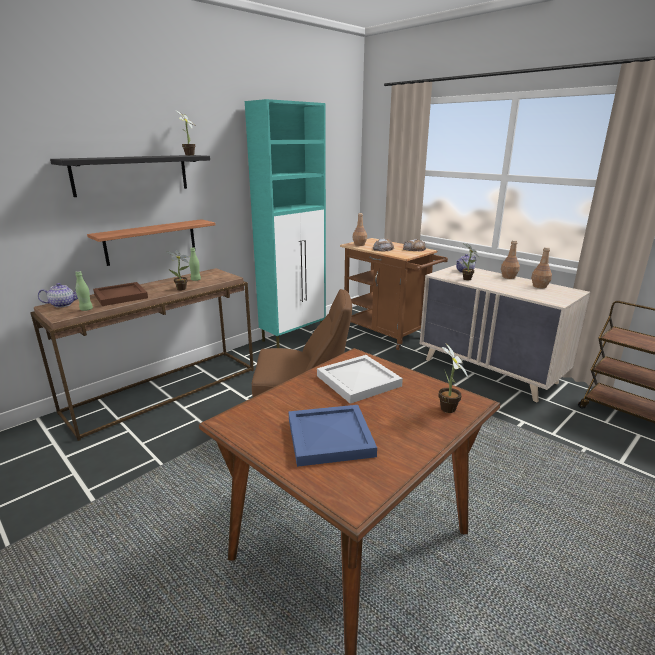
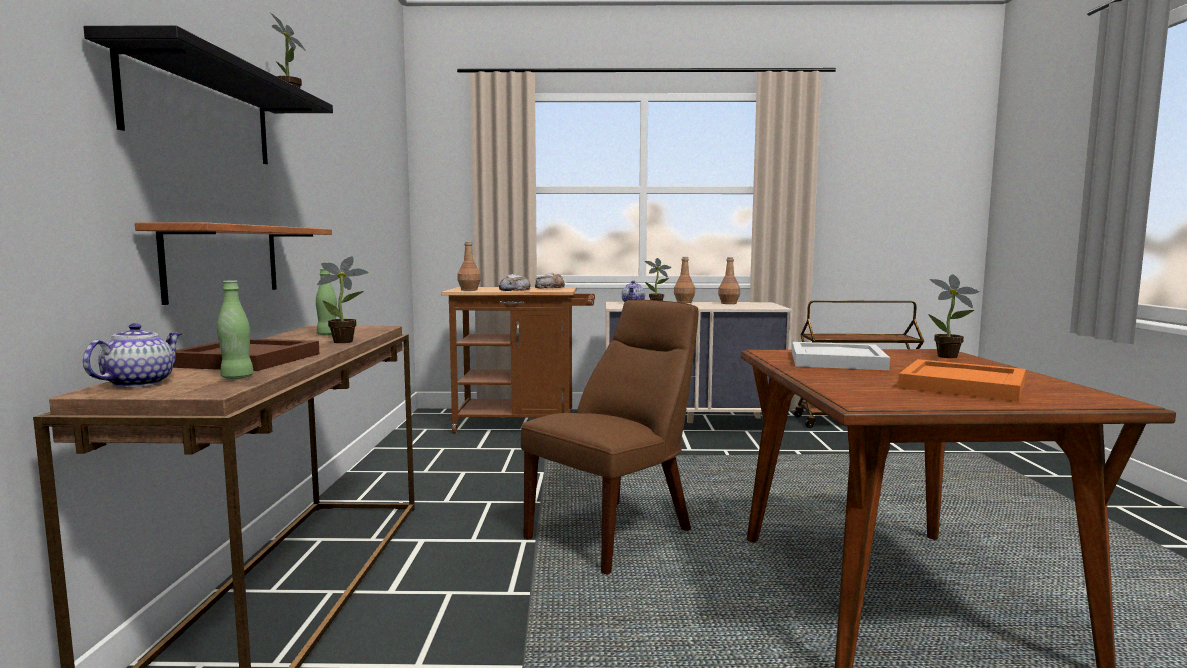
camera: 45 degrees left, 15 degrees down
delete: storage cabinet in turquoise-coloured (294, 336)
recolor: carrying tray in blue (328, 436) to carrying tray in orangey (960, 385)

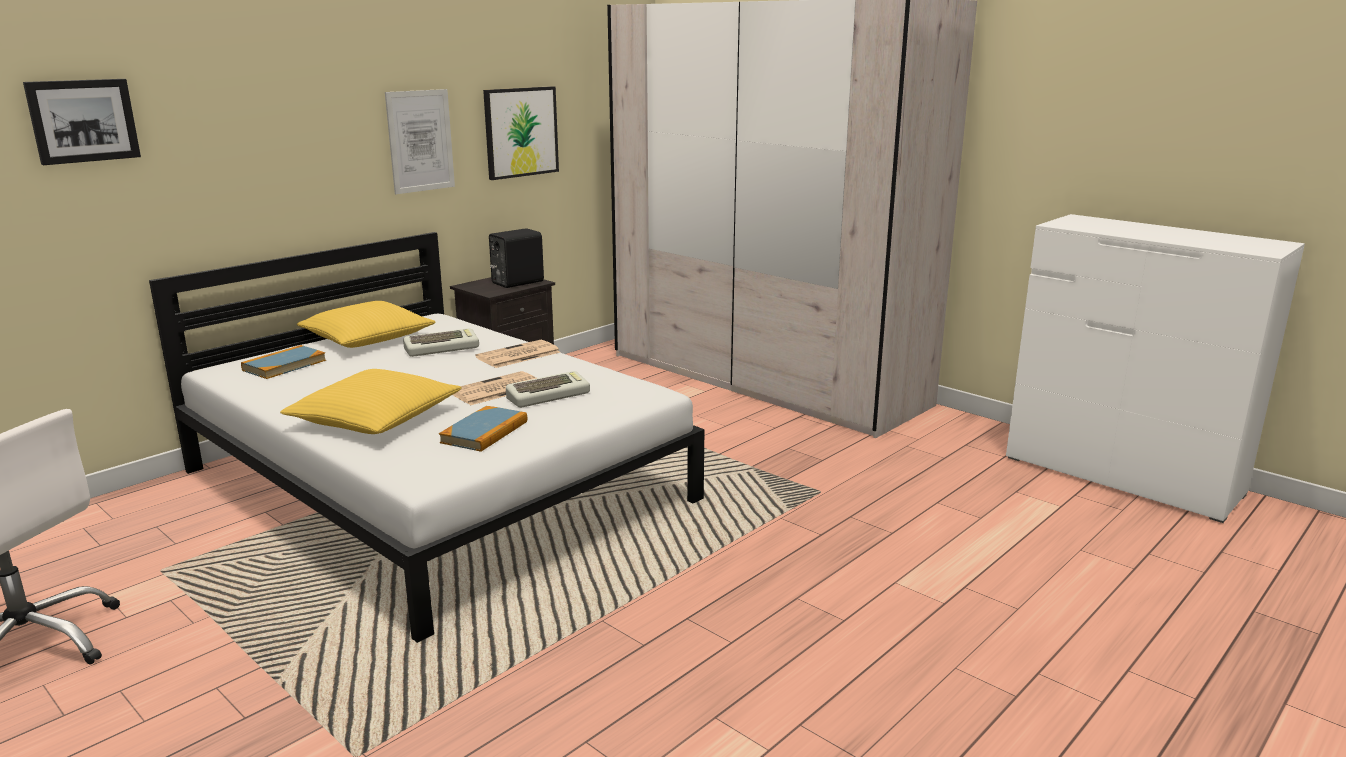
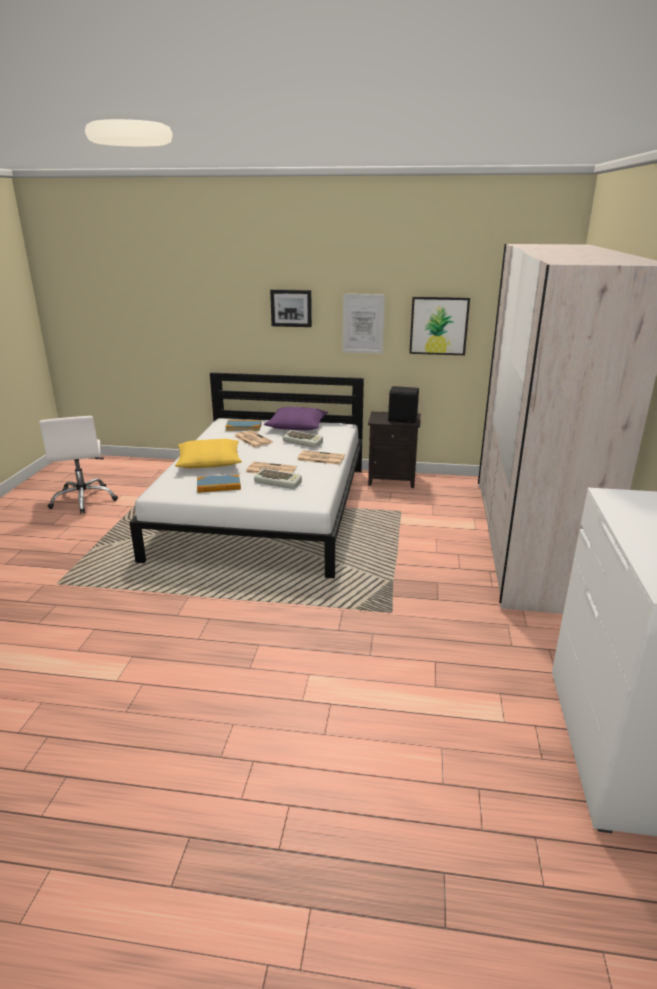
camera: 55 degrees right, 5 degrees up
insert: newspaper (252, 439)
move: picture (83, 120) to (291, 308)
recolor: cushion in yellowish (367, 338) to cushion in purple (296, 426)

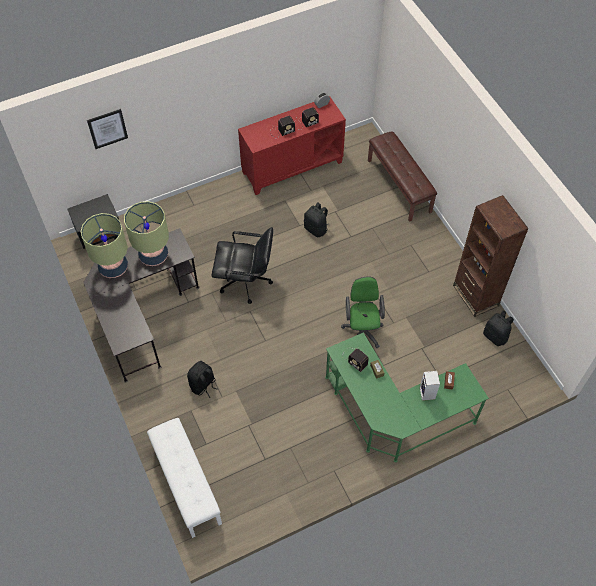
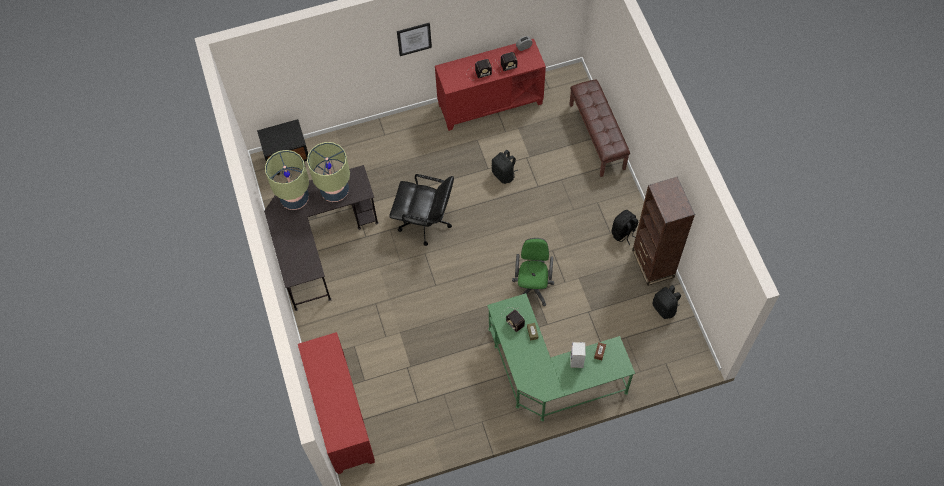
camera: 10 degrees right, 5 degrees up
move: picture (107, 128) to (414, 39); rucksack in black (203, 385) to (623, 233)
replace: bench in white-coloured (186, 484) to storage cabinet in reddish (340, 416)

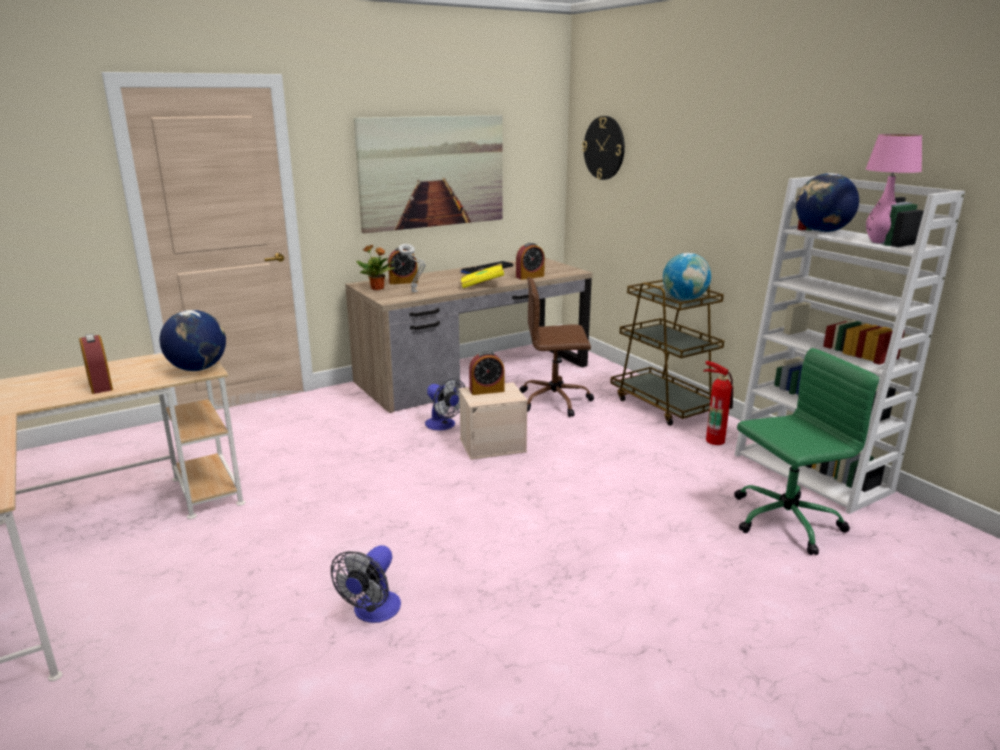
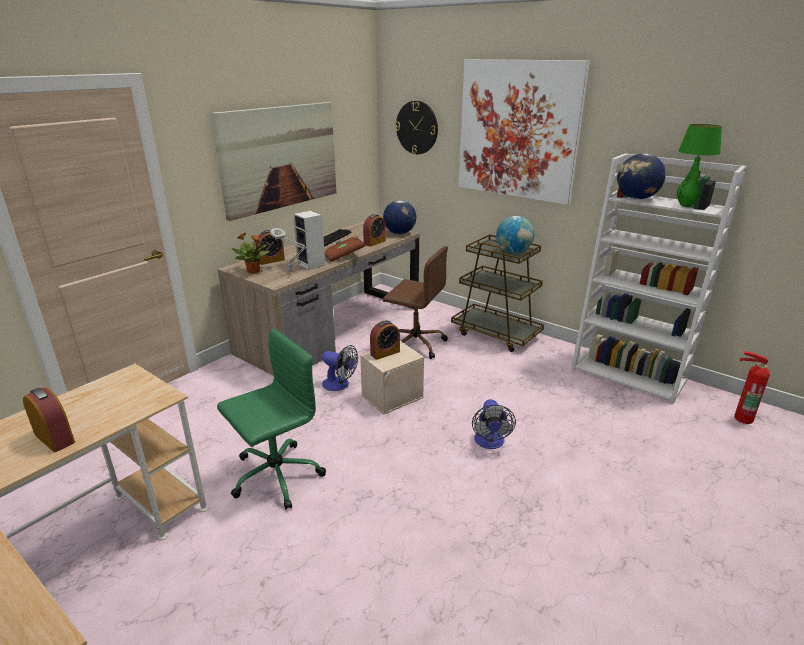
camera: 20 degrees left, 5 degrees up
insert: audio speaker (312, 265); picture (518, 130)
move: desk globe (198, 369) to (399, 233); electric fan (373, 612) to (490, 443); extinguisher (714, 440) to (741, 417); desk chair in green (783, 521) to (275, 476)
recolor: bound book in yellowish (482, 285) to bound book in brown (343, 256); lamp for a table in pinkish (879, 242) to lamp for a table in green (686, 206)
rotate: desk chair in brown (555, 401) = (414, 344) 135 degrees counterclockwise

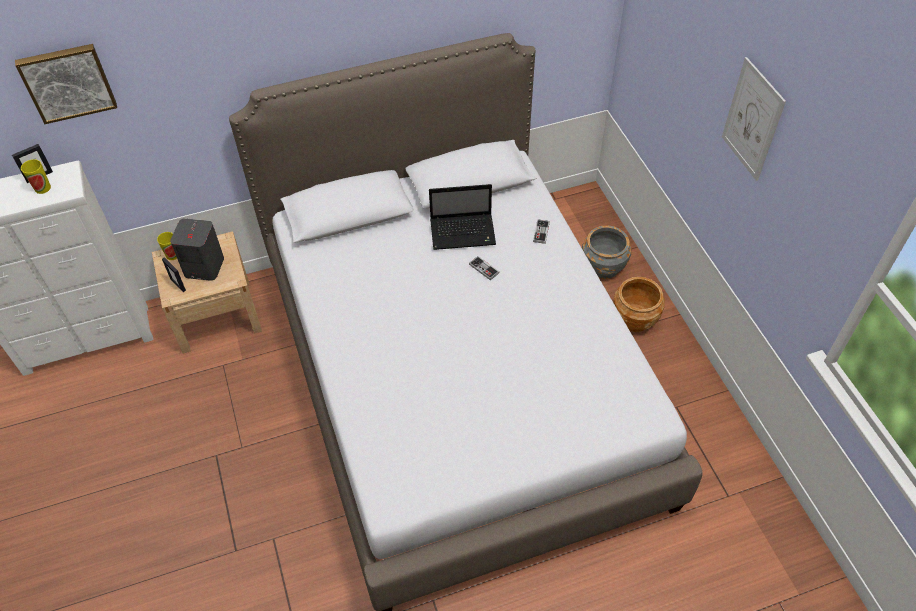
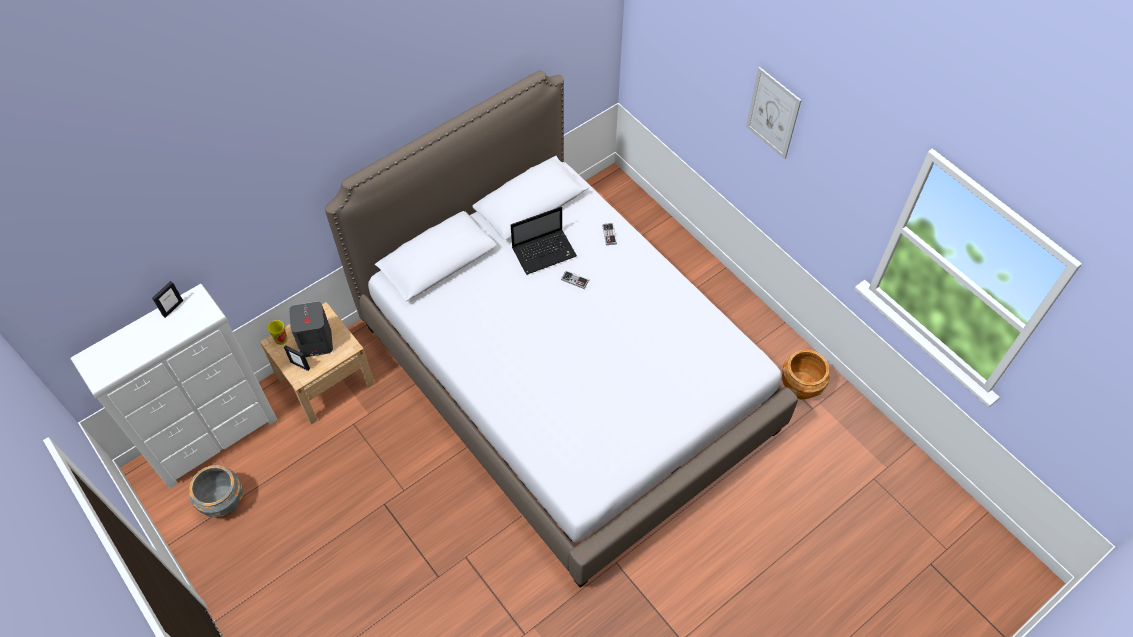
camera: 20 degrees left, 5 degrees up
delete: picture (67, 82); cup (42, 188)
move: flower pot in greyish (603, 266) to (223, 501); flower pot in brown (634, 319) to (800, 386)

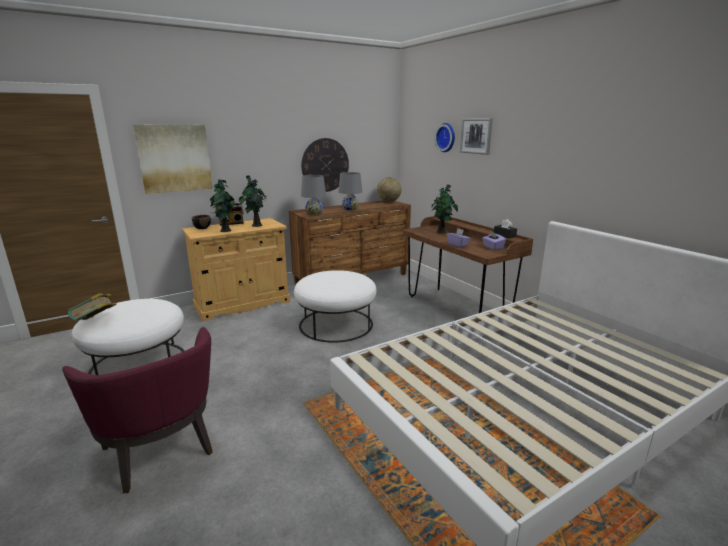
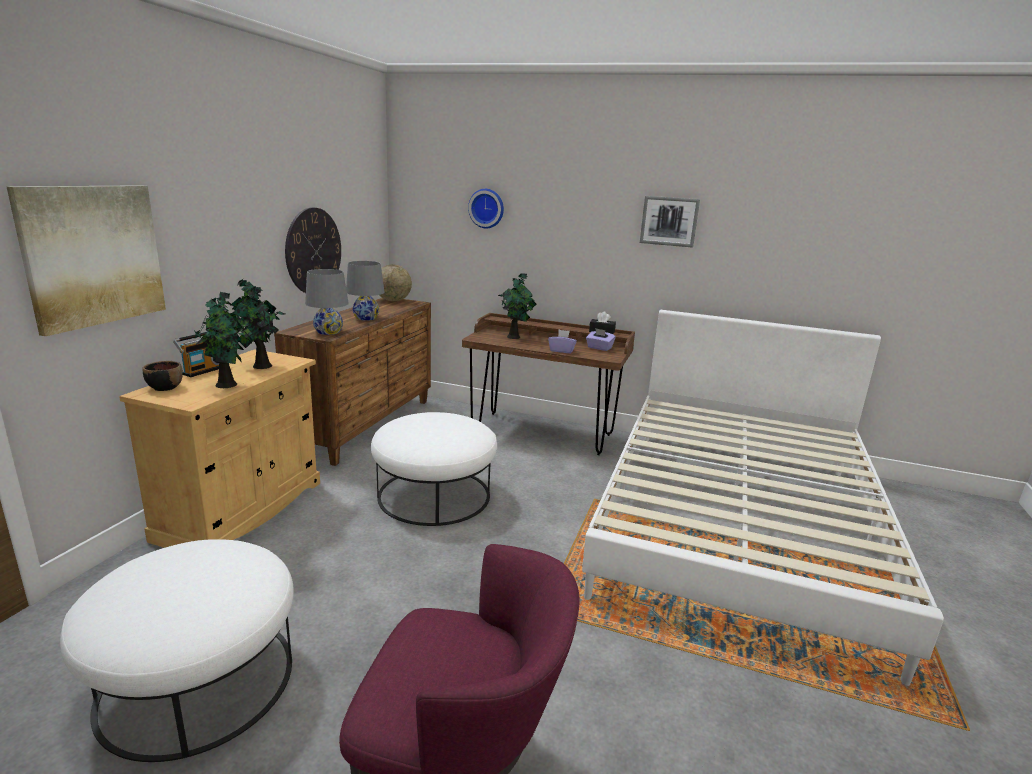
camera: 40 degrees left, 0 degrees up
delete: bound book (96, 322)
move: picture (476, 136) to (669, 221)

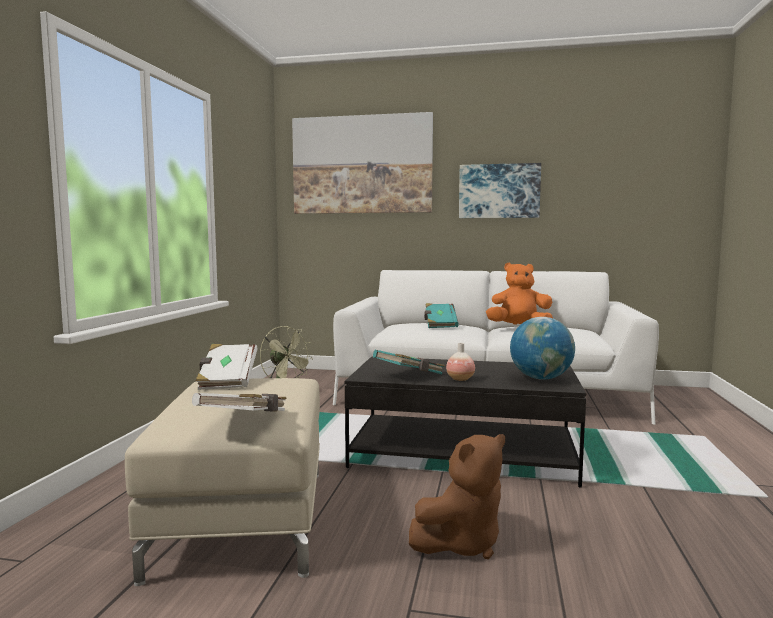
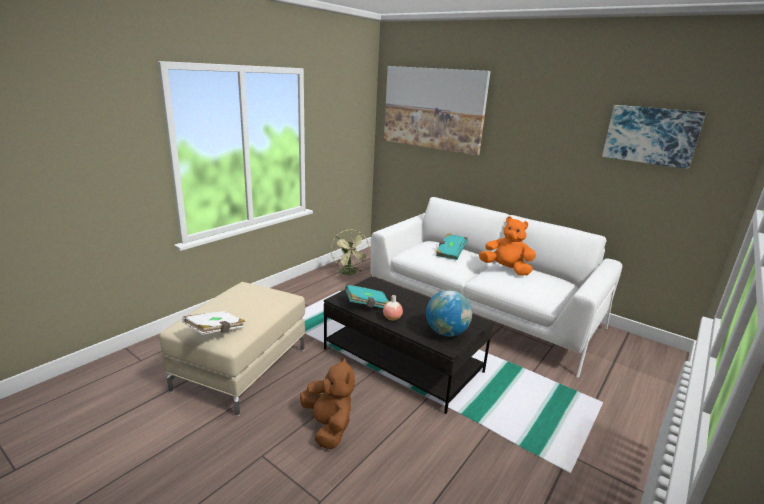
camera: 25 degrees right, 15 degrees up
delete: bound book in white-coloured (227, 381)
move: picture (499, 191) to (651, 135)
rotate: cuddly toy in brown (461, 543) = (328, 426) 105 degrees counterclockwise

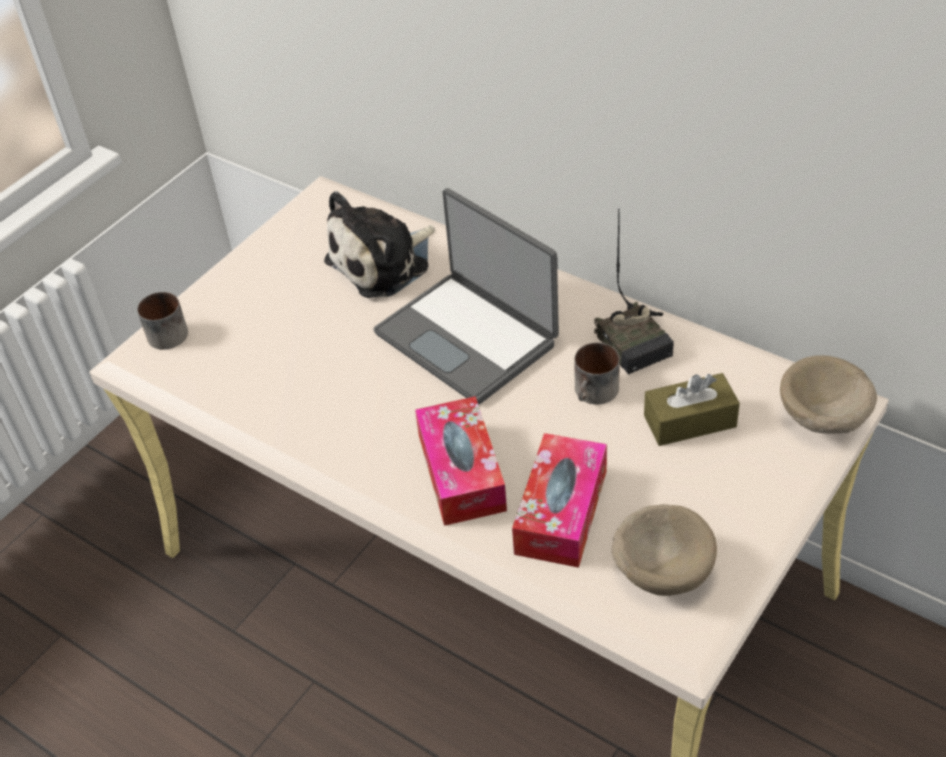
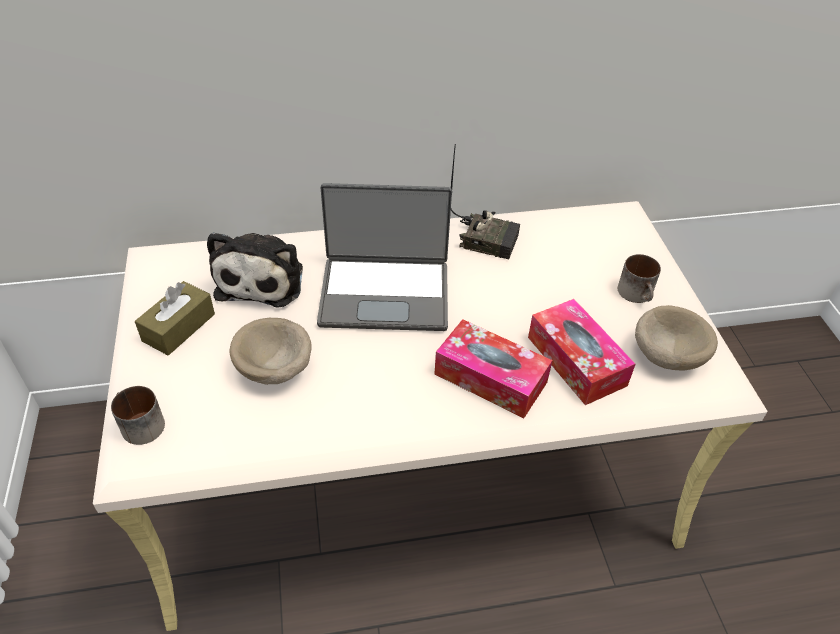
camera: 50 degrees left, 0 degrees up
move: coffee mug (595, 393) to (638, 294); tissue holder in brown (689, 421) to (179, 327); serving bowl in beige-coloured (822, 418) to (275, 370)

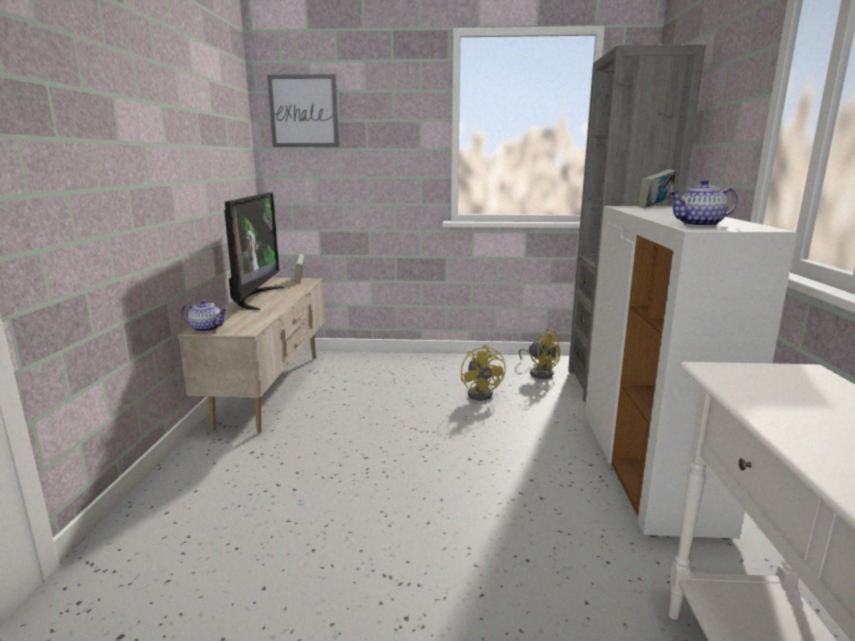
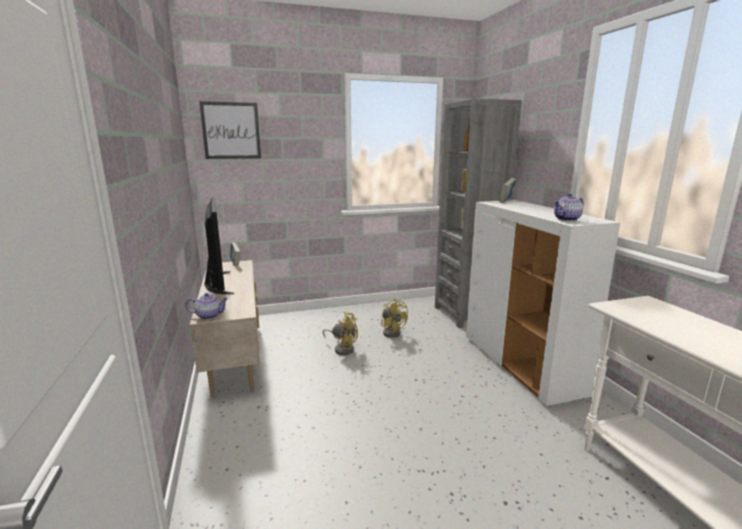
camera: 20 degrees left, 0 degrees up
move: electric fan in yellowish (540, 372) to (342, 348)

